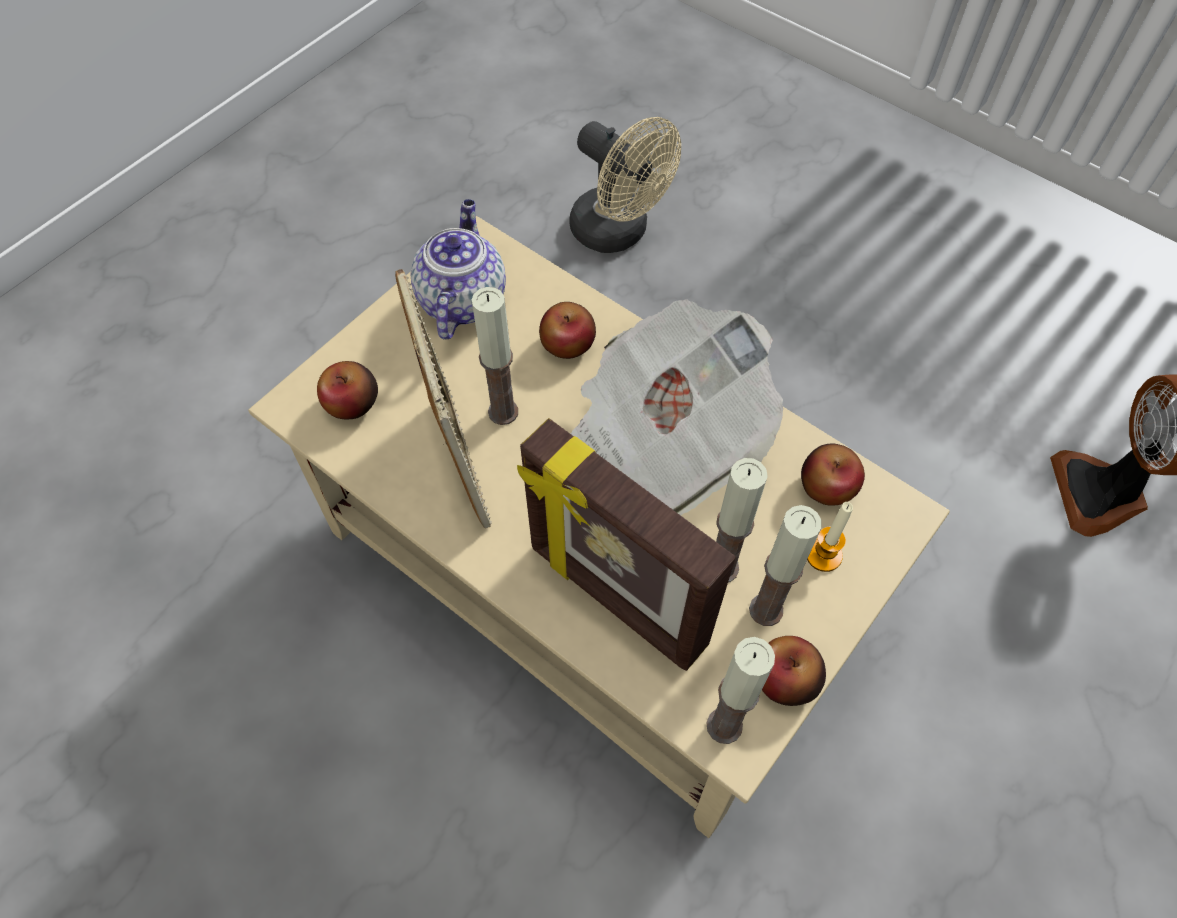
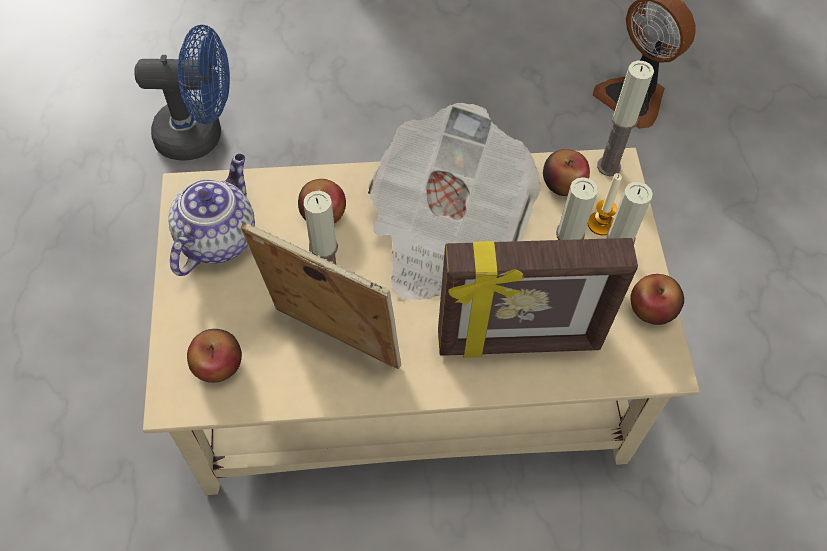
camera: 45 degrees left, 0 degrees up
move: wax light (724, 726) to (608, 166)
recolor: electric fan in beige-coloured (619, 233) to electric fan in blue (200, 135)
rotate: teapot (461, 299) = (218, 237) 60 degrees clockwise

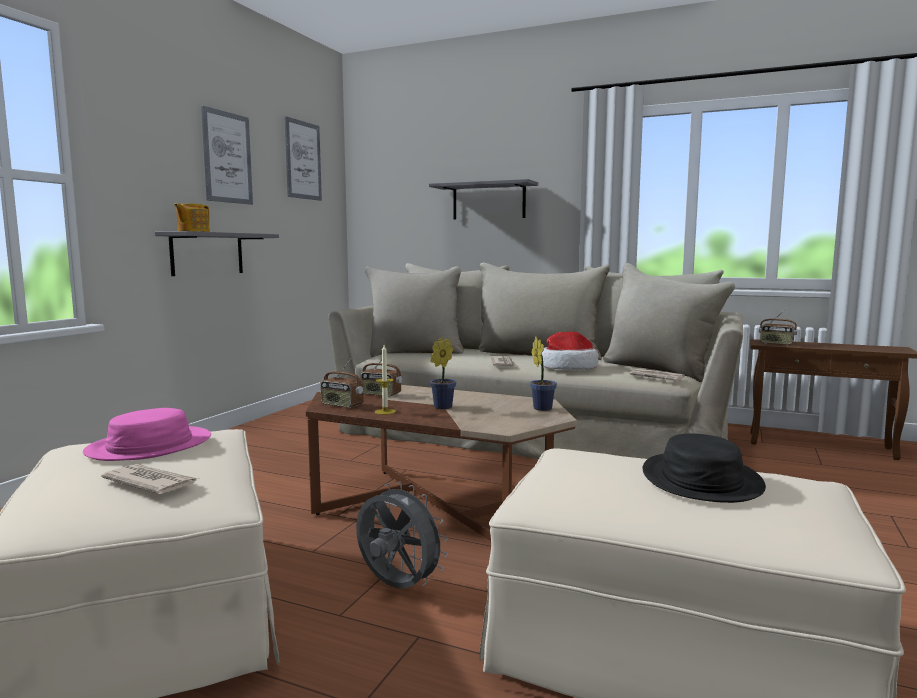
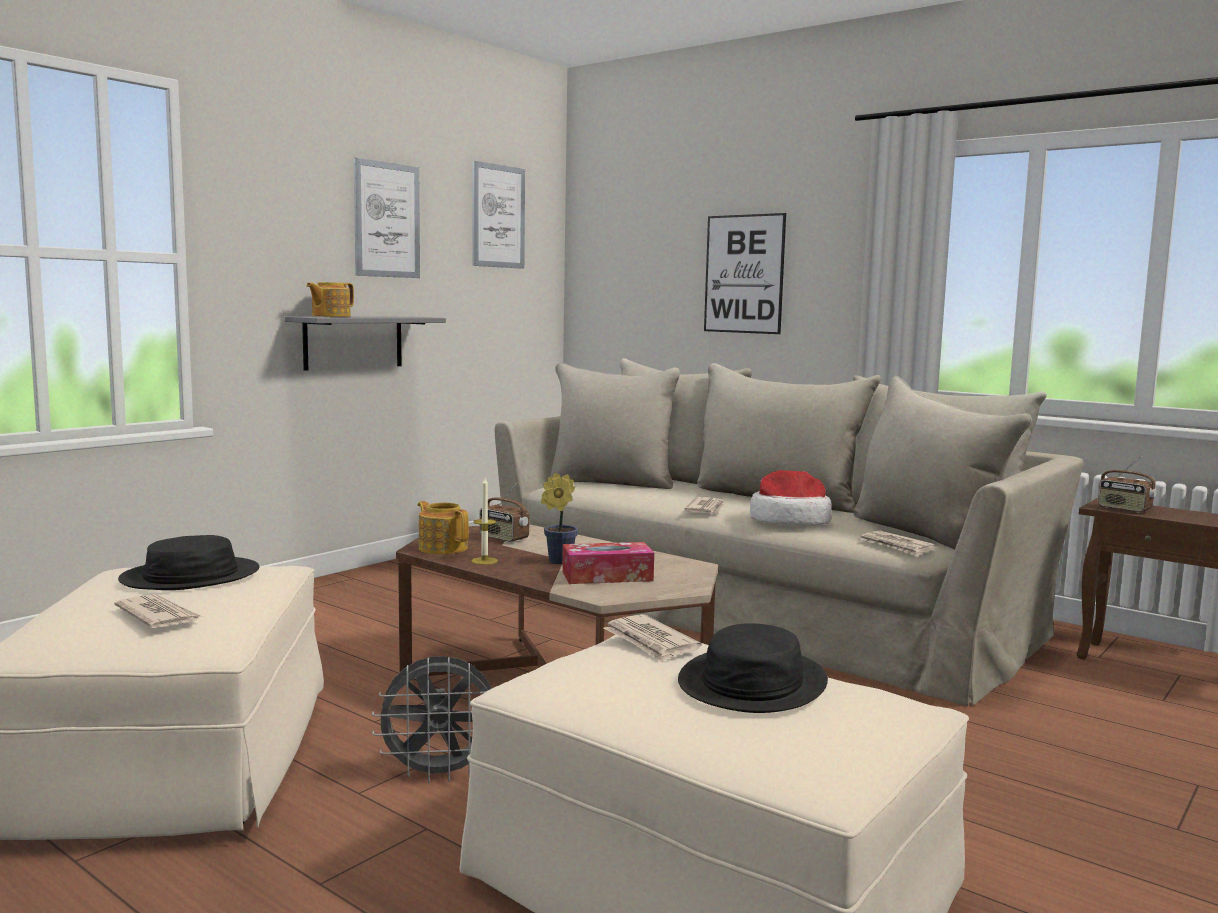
camera: 15 degrees right, 0 degrees up
delete: houseplant (541, 408)
insert: tissue holder (607, 576); newspaper (650, 642)
replace: radio receiver (341, 405) to teapot (443, 548); wall shelf in greyish (488, 201) to picture (744, 274)
recolor: wearable hat in pinkish (150, 446) to wearable hat in black (191, 577)
rotate: electric fan in greyish (397, 587) = (440, 774) 120 degrees clockwise

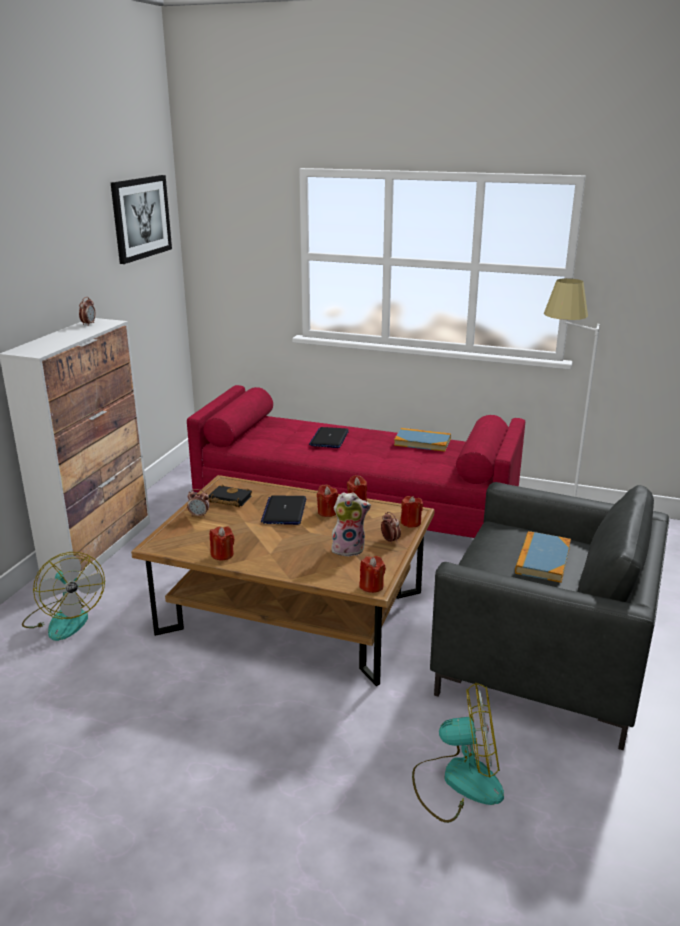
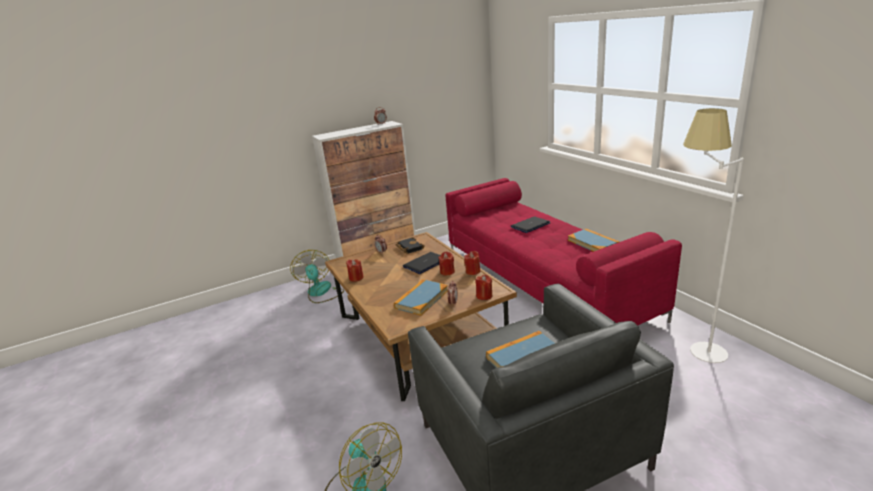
camera: 45 degrees right, 0 degrees up
delete: picture (141, 218); wax light in reddish (371, 586)
replace: cuddly toy (349, 549) to bound book (421, 299)
rotate: electric fan (64, 619) = (321, 292) 150 degrees clockwise

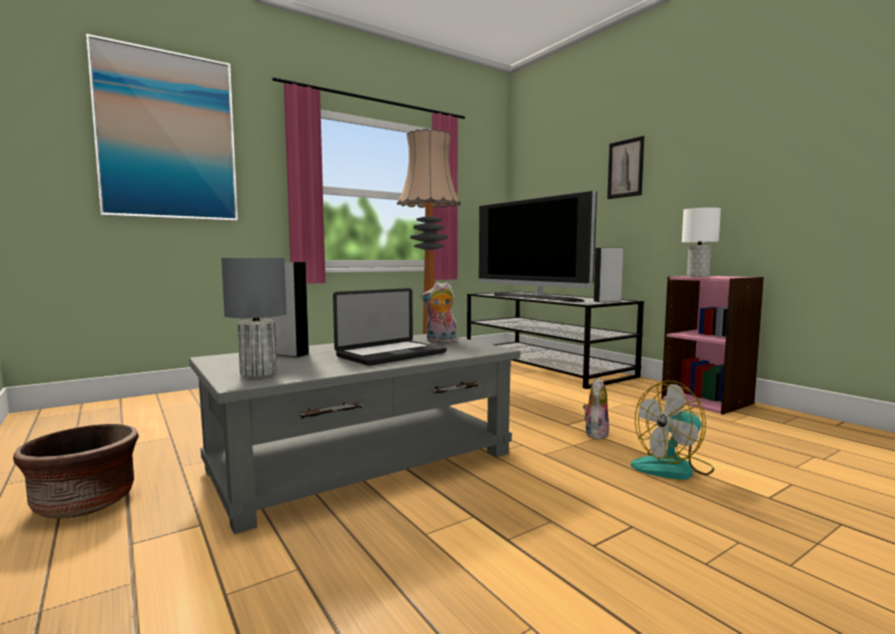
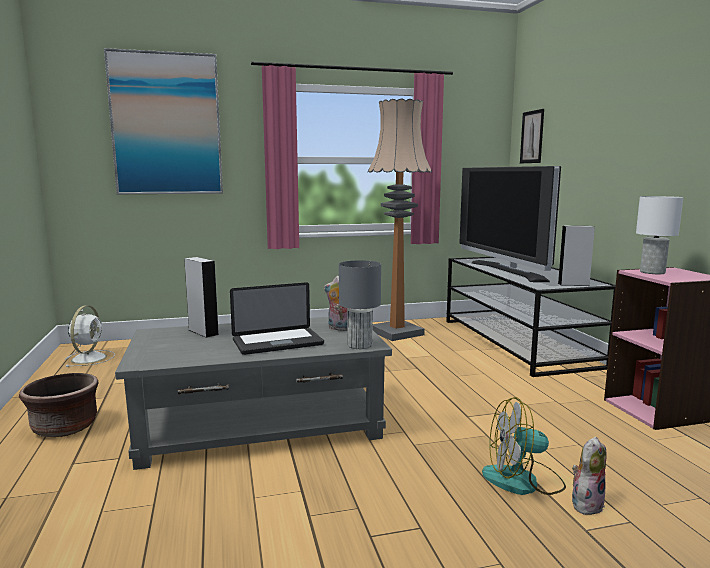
camera: 20 degrees right, 5 degrees up
insert: electric fan in white-coloured (89, 358)
move: lamp for a table in greyish (259, 374) to (360, 345); cuddly toy (595, 434) to (586, 503); picture (625, 168) to (532, 137)

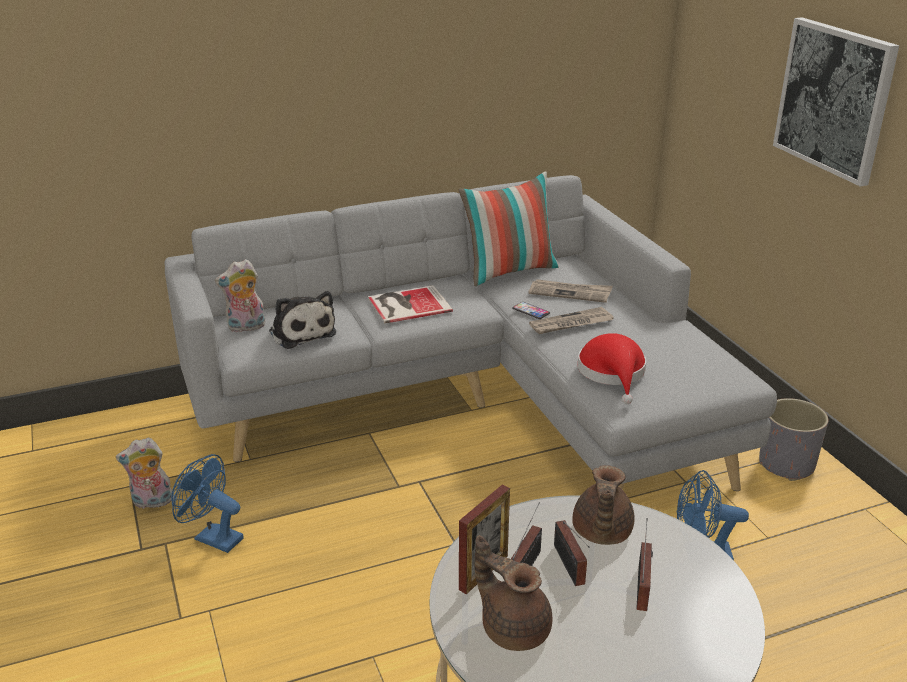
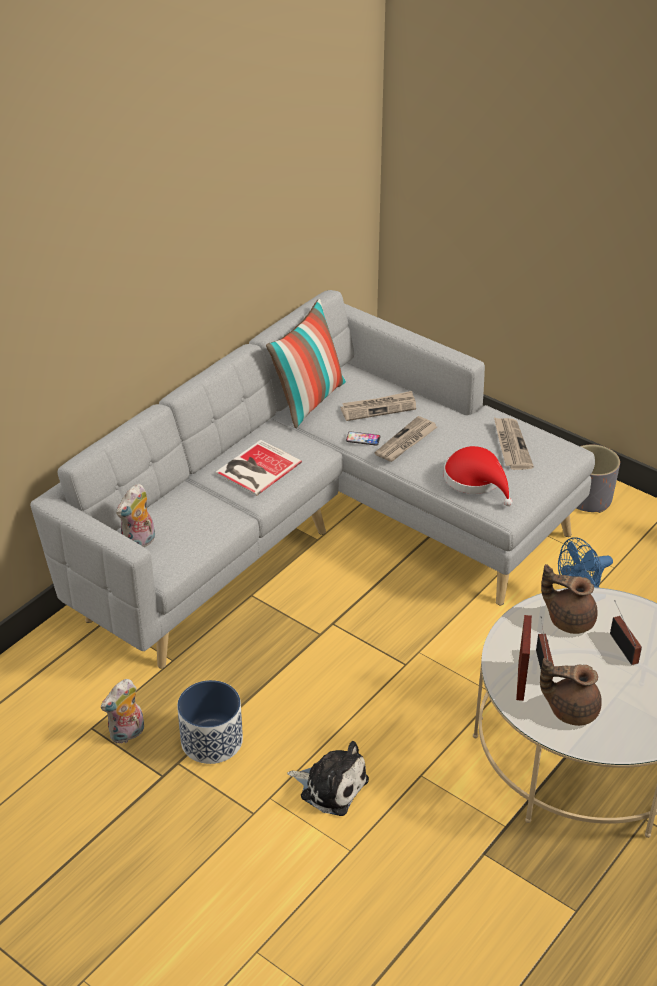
camera: 30 degrees left, 10 degrees up
delete: radio receiver (569, 567); picture (834, 99)
insert: newspaper (511, 445)
move: cuddly toy (301, 332) to (330, 786)
replace: electric fan in blue (212, 537) to flower pot (212, 741)
rotate: teapot in brown (600, 533) = (569, 619) 135 degrees clockwise

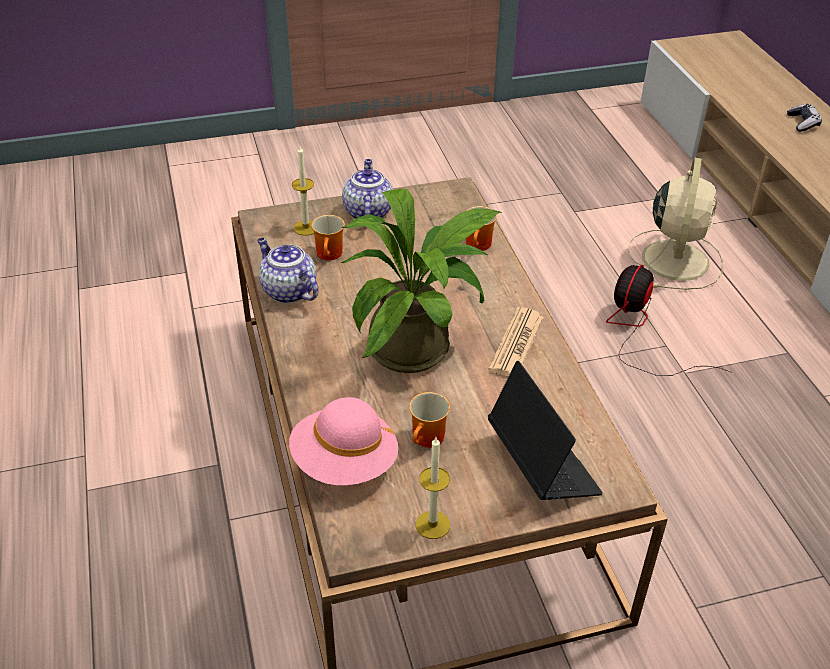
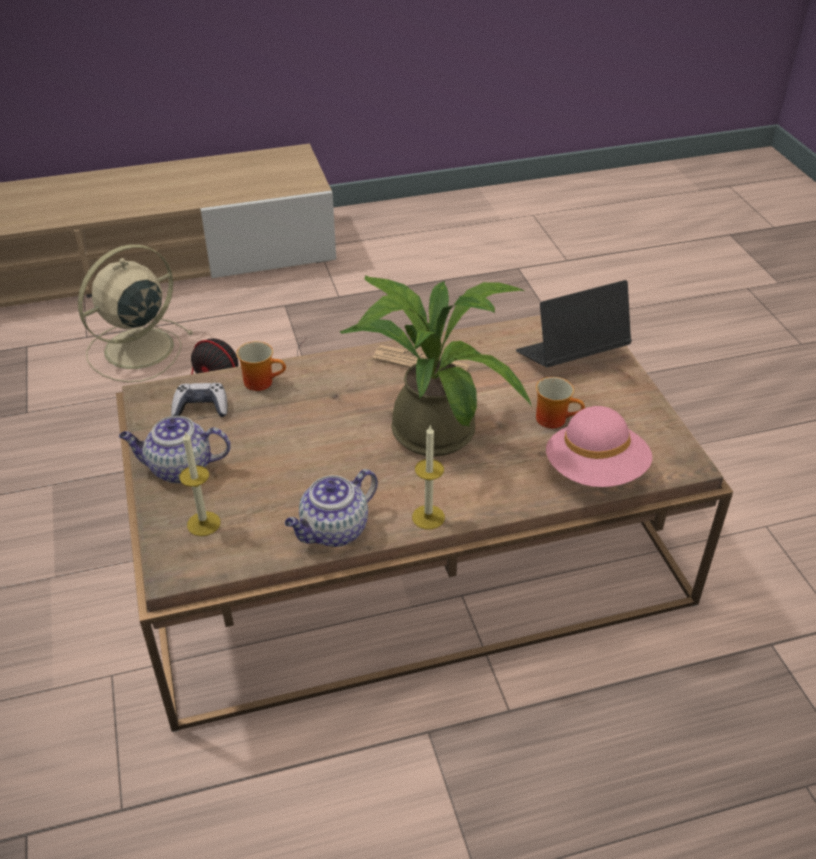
camera: 90 degrees left, 0 degrees up
delete: coffee mug (331, 255)
move: wax light (432, 524) to (428, 517); game controller (803, 123) to (201, 408)
rotate: electric fan in beige-coloured (675, 258) = (136, 350) 60 degrees counterclockwise

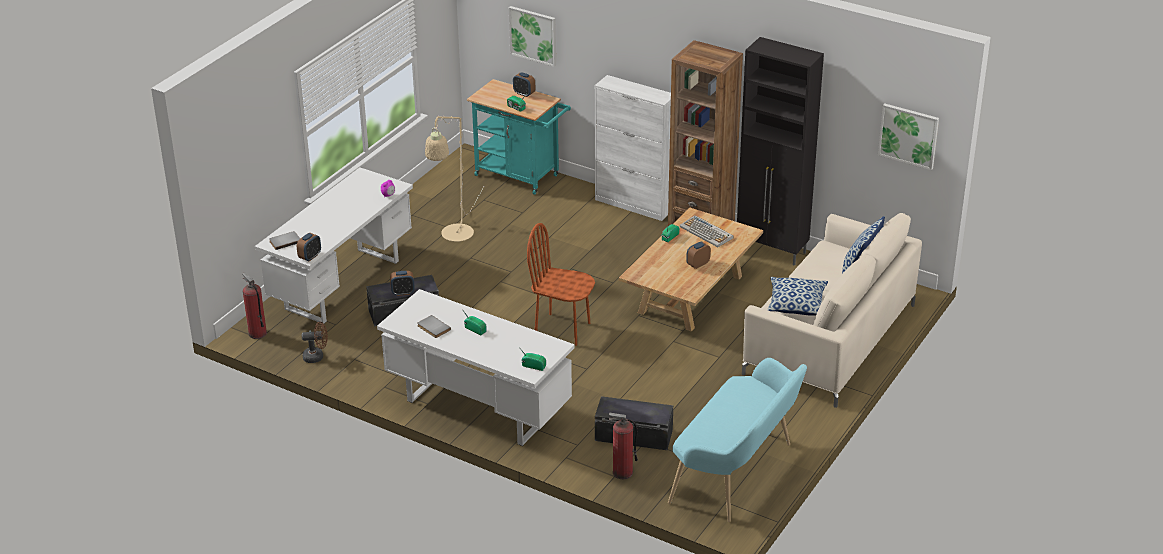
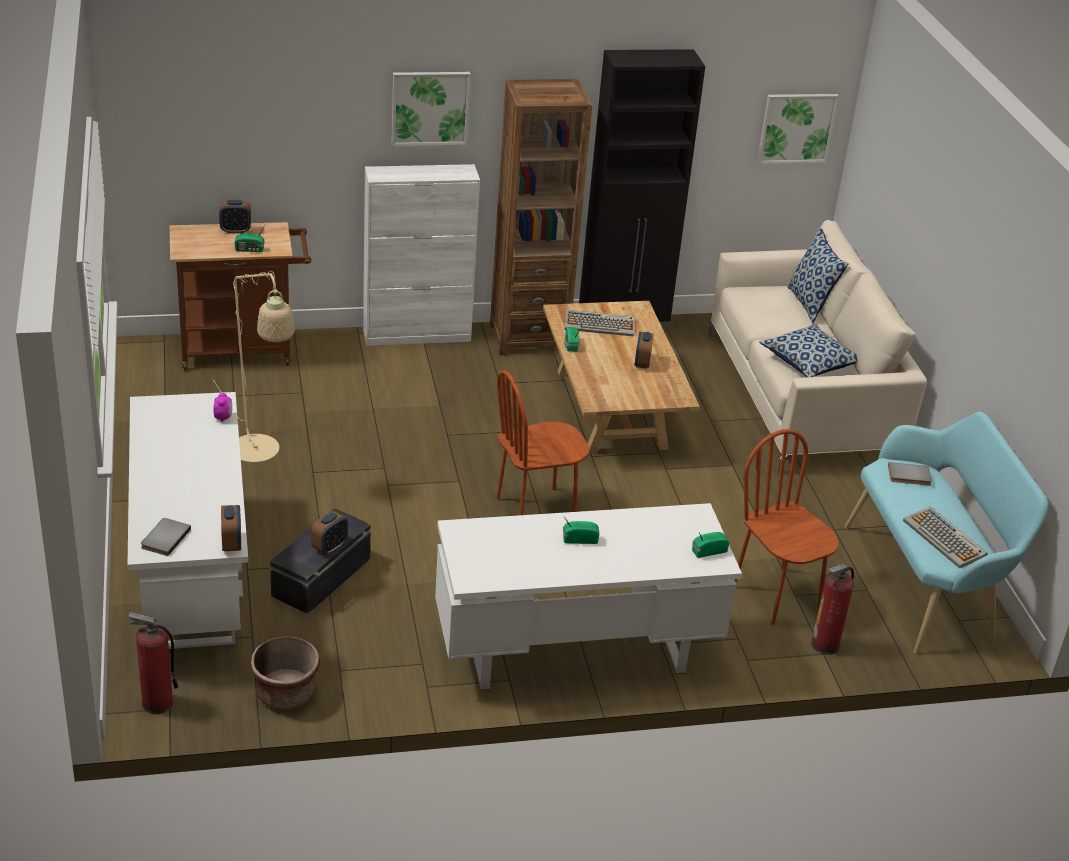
camera: 45 degrees left, 0 degrees up
insert: PC keyboard (945, 539)
move: bound book in greyish (433, 328) to (909, 476); picture (533, 35) to (430, 108)
replace: electric fan in brown (317, 357) to flower pot in brown (285, 693); storage container in black (633, 436) to upright chair in brown (776, 596)
recolor: wheeled cart in turquoise-coloured (521, 176) to wheeled cart in brown (243, 351)

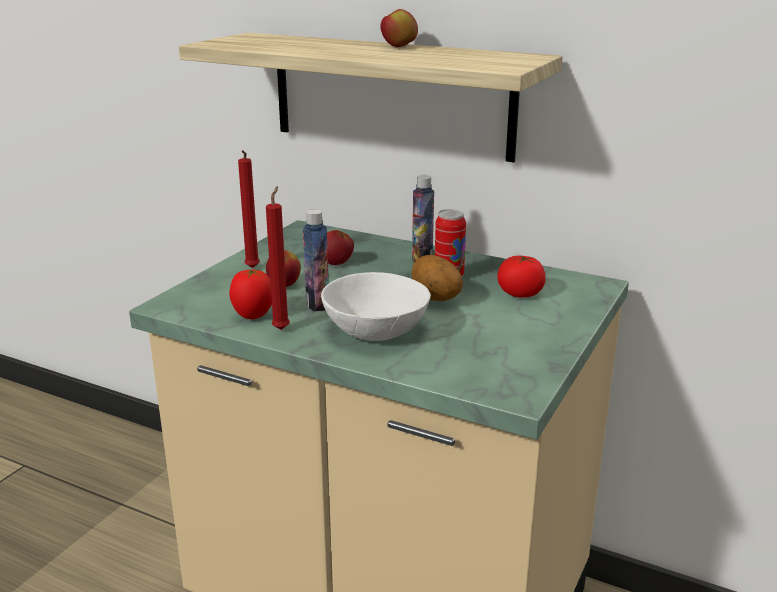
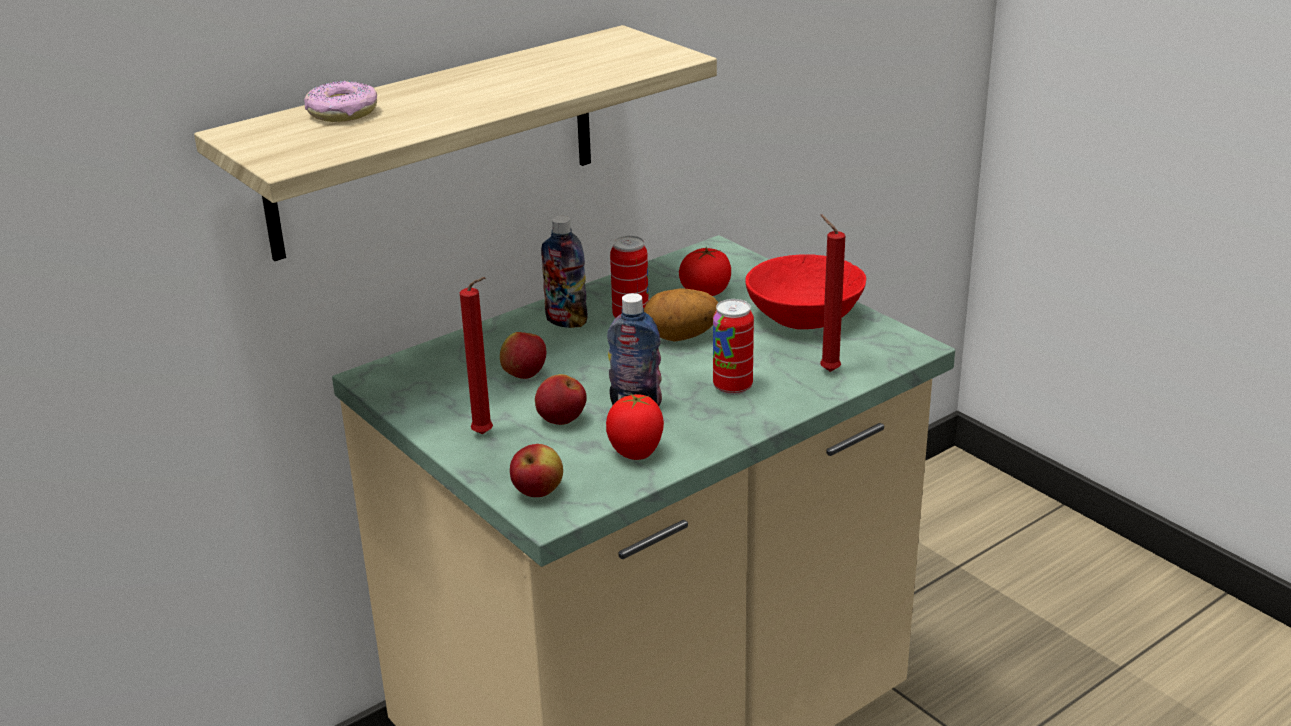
camera: 65 degrees left, 5 degrees up
insert: donut (342, 113); serving bowl in reddish (805, 318)
move: wax light in reddish (282, 328) to (827, 370); apple fruit (399, 47) to (538, 493)
replace: serving bowl in white-coloured (374, 330) to metal can (732, 387)

